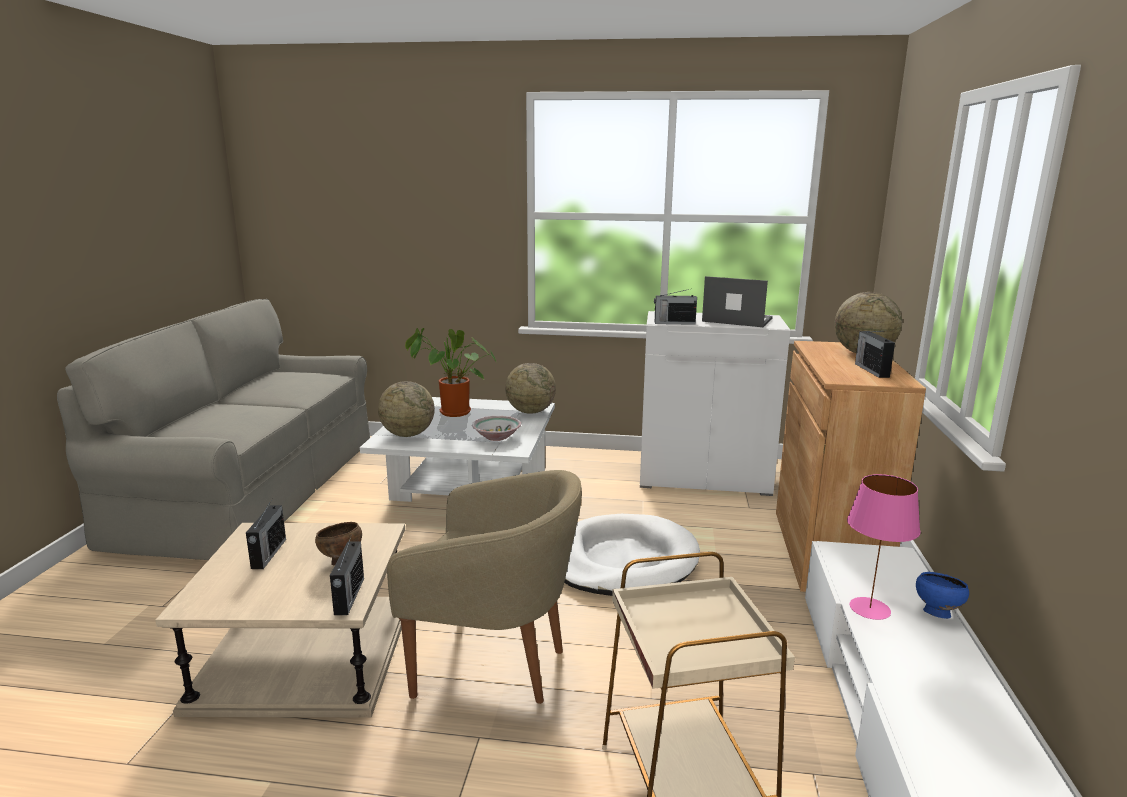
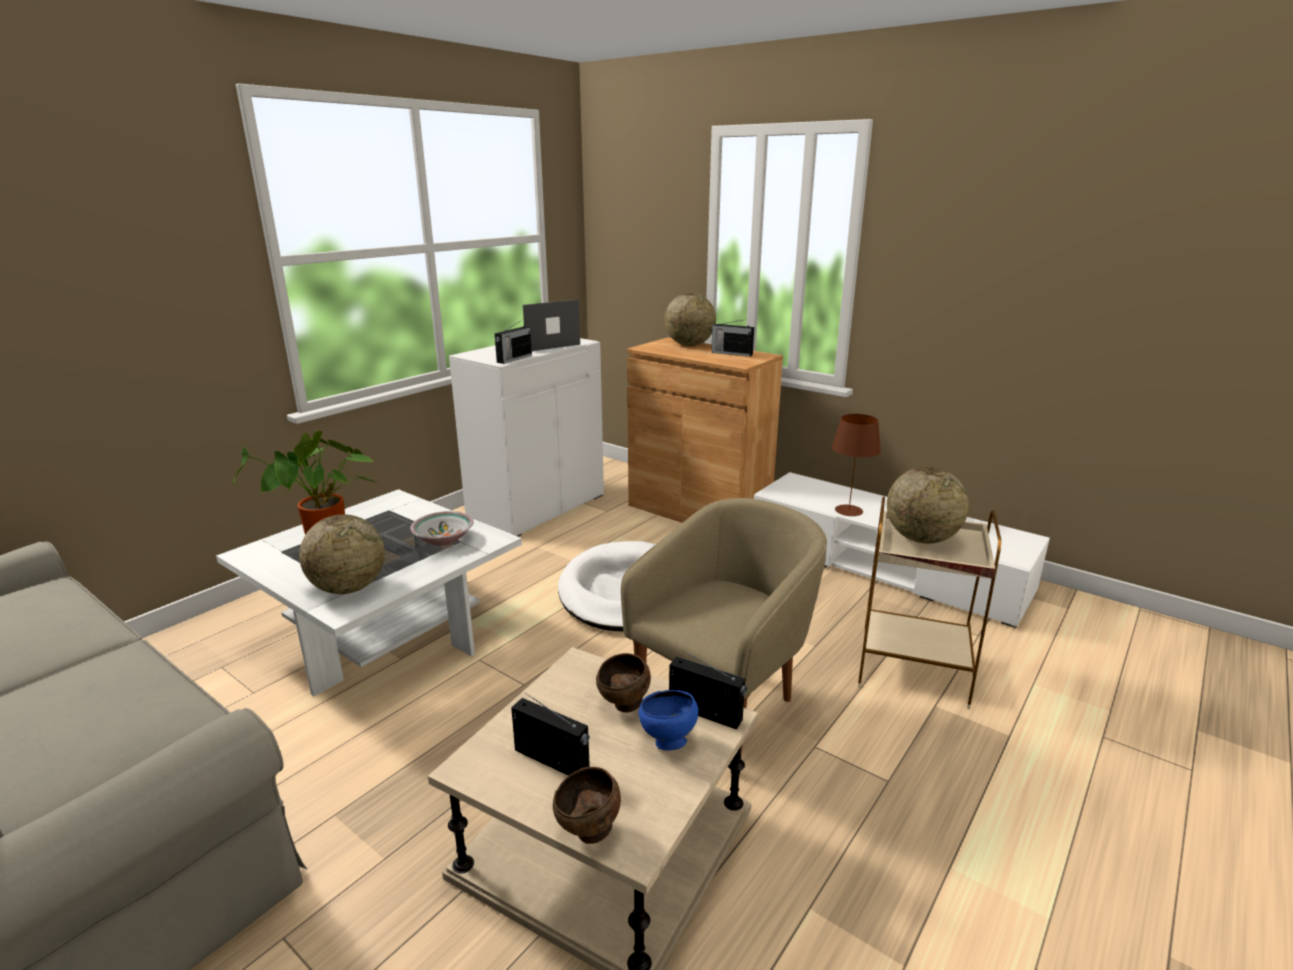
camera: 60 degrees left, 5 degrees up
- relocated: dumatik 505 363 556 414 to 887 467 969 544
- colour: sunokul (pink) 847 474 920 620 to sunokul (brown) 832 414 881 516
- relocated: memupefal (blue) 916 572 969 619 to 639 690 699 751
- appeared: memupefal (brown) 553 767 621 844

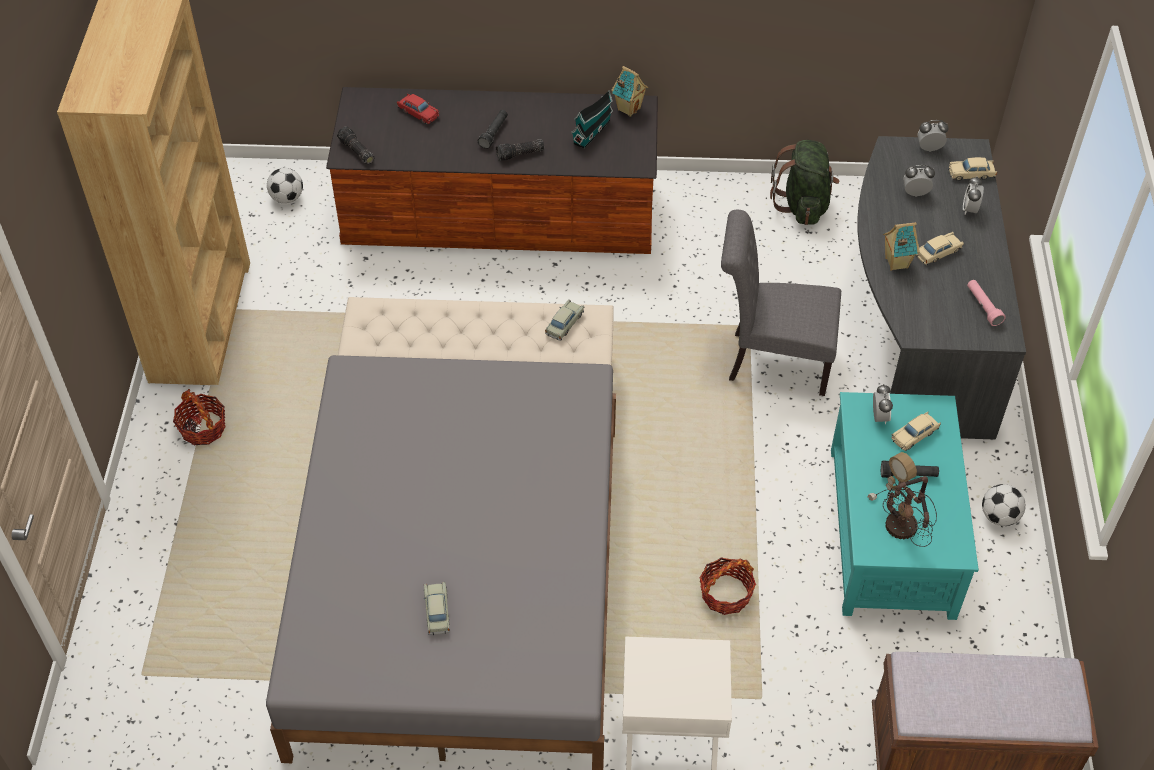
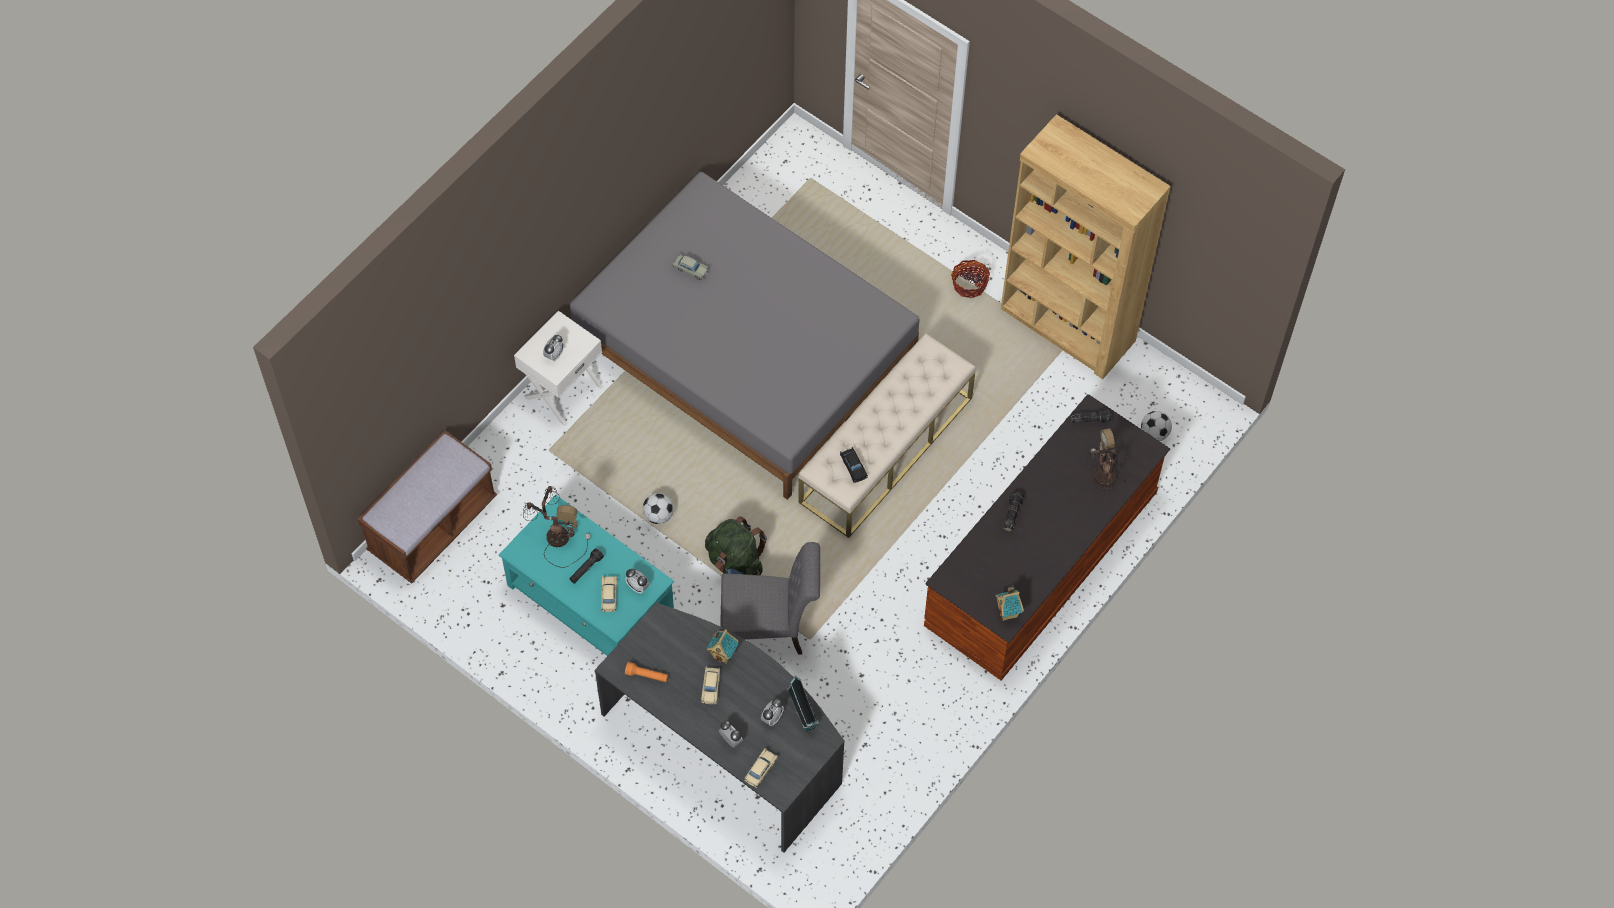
camera: 125 degrees right, 10 degrees up
- relocated: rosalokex 571 90 613 149 to 787 676 819 731
- exchanged: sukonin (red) 397 94 439 124 to sunokul 1085 428 1135 496
- missing: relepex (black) 478 110 508 149
- relocated: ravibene 918 120 949 151 to 543 335 564 361
- relocated: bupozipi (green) 770 140 840 225 to 705 516 767 575
- spun: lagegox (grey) 721 210 841 396 = 720 542 820 655 45 degrees clockwise
- colour: relepex (pink) 967 280 1006 326 to relepex (orange) 625 662 668 682
- colour: sukonin (beige) 545 299 584 341 to sukonin (black) 840 447 868 483
- relocated: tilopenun 982 484 1026 526 to 643 493 674 524
- missing: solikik 700 557 756 615

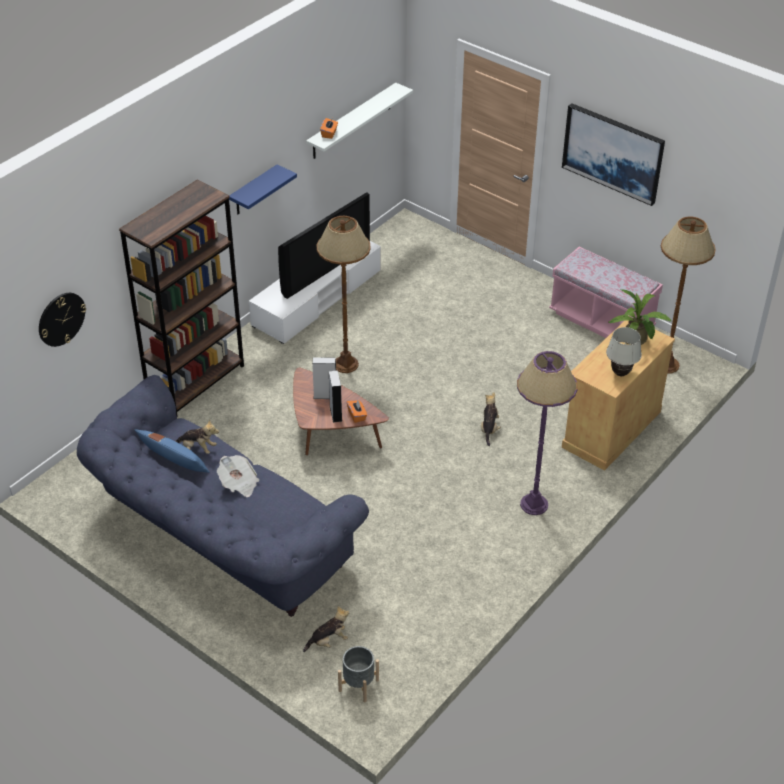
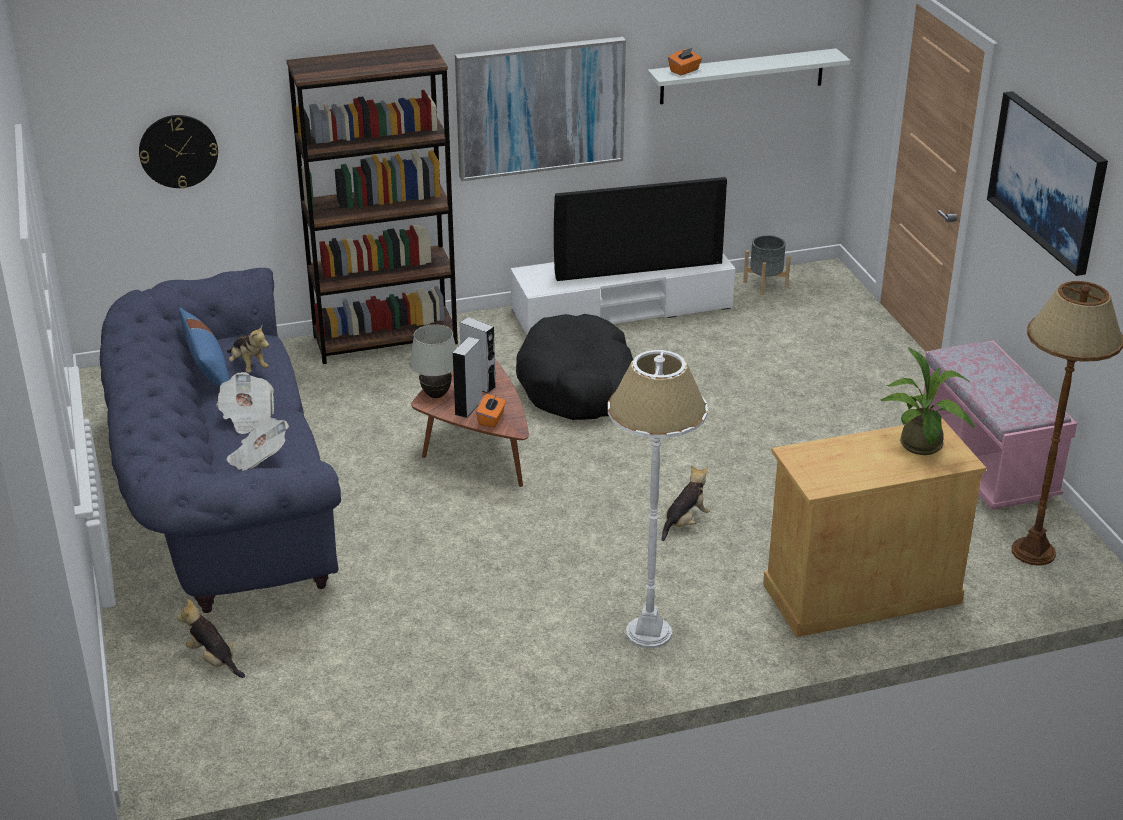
camera: 35 degrees right, 10 degrees down
- exchanged: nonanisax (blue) 229 164 297 214 to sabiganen 455 37 626 181
- exchanged: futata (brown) 317 216 371 373 to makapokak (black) 516 314 633 420
- relocated: sunokul (white) 606 327 642 376 to 410 324 457 398
- colour: futata (purple) 517 351 578 515 to futata (white) 608 350 708 648
- spun: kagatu 303 606 349 652 = 177 599 245 678 150 degrees counterclockwise
- relocated: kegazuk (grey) 338 646 379 702 to 743 235 791 295
- appeared: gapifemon 227 418 289 471

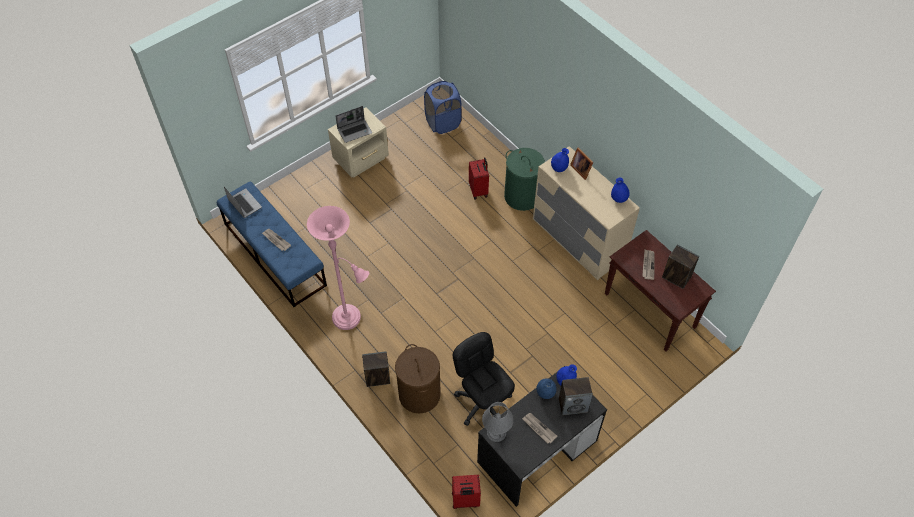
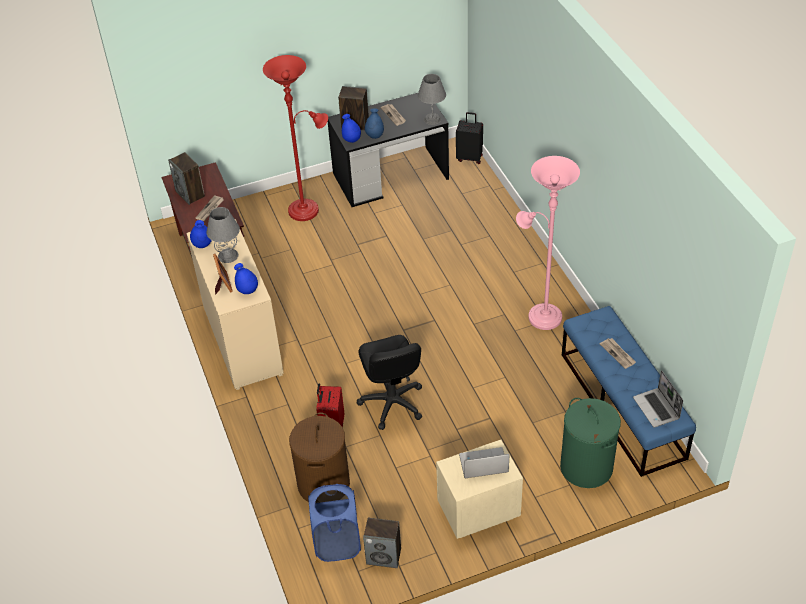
camera: 160 degrees left, 10 degrees down
- relocated: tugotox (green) 504 148 545 211 to 560 398 621 488
- relocated: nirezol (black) 453 332 515 426 to 357 335 422 430
- relocated: tugotox (brown) 395 344 441 414 to 289 412 350 502
- relocated: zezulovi 362 351 390 387 to 363 518 401 568
- colour: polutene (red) 452 475 481 509 to polutene (black) 456 112 483 164
- appeared: futata (red) 263 55 328 221
- appeared: sunokul (grey) 206 207 240 263

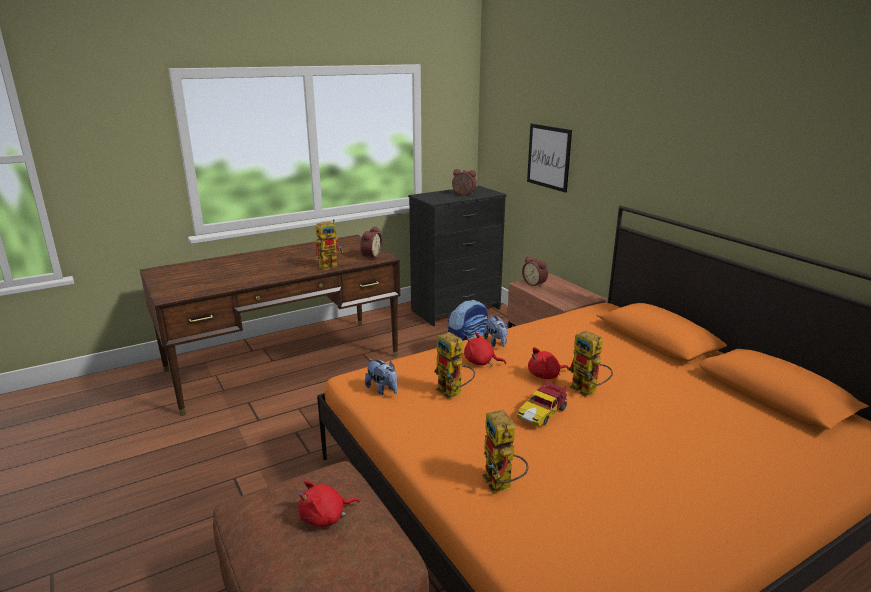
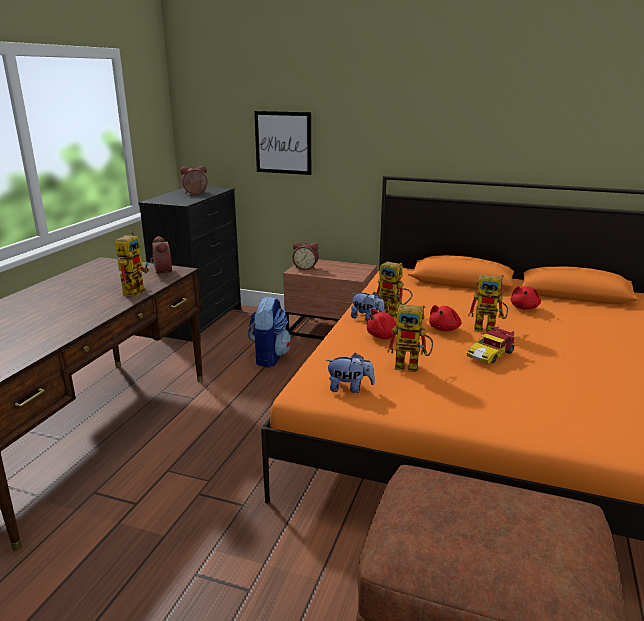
camera: 40 degrees left, 0 degrees up
- spun: sukonin 517 381 567 427 = 467 327 514 364 45 degrees clockwise
- relocated: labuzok 482 410 528 493 to 377 262 412 317
- relocated: kagatu (red) 298 480 360 527 to 511 286 541 310

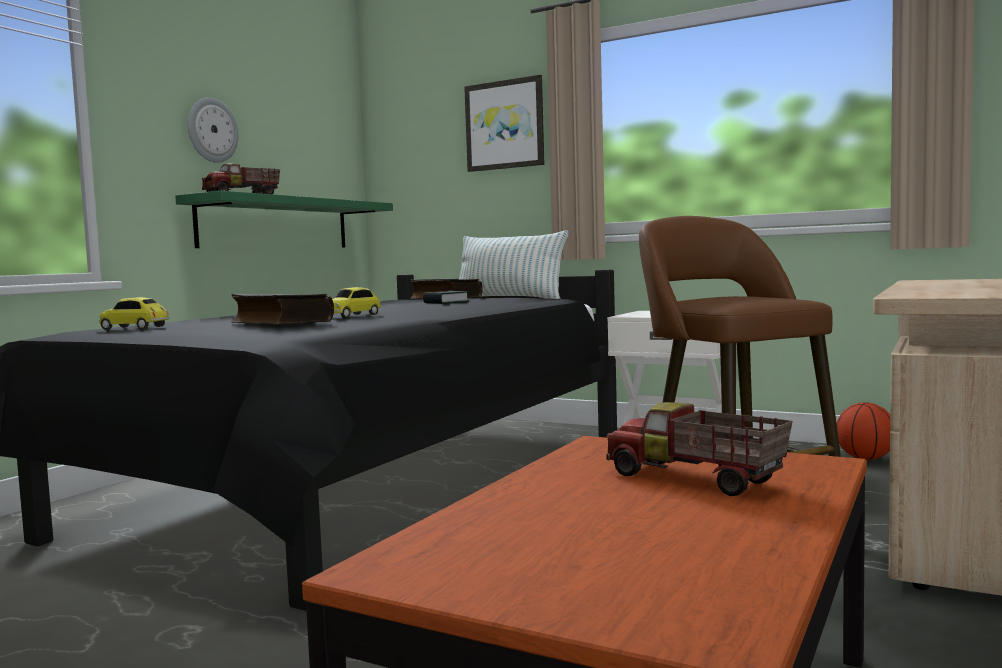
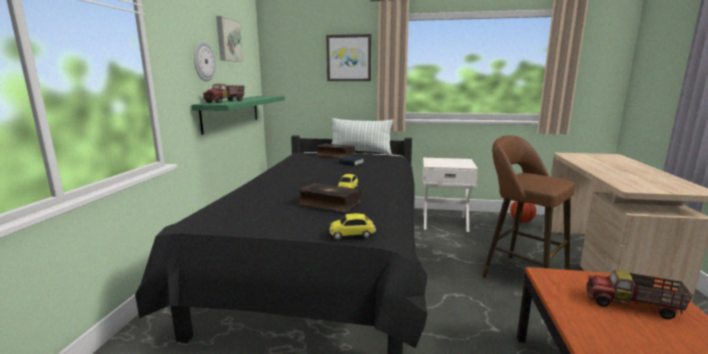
camera: 20 degrees left, 10 degrees up
- relocated: sukonin 99 297 170 330 to 330 213 376 240
- appeared: sabiganen 216 16 243 62

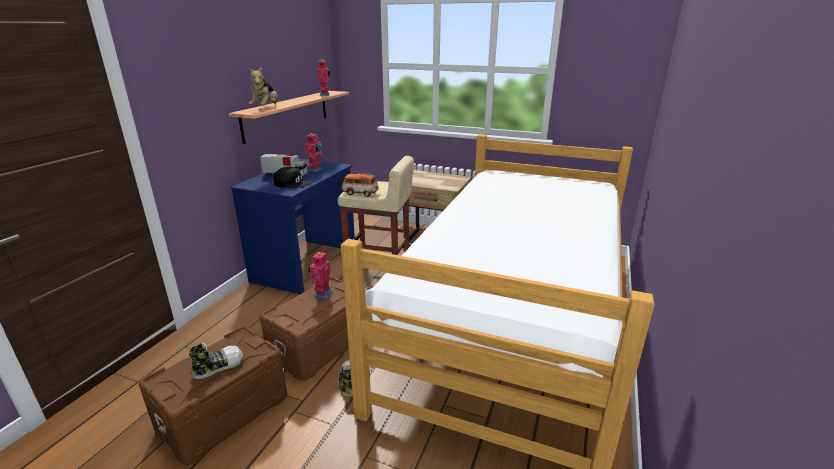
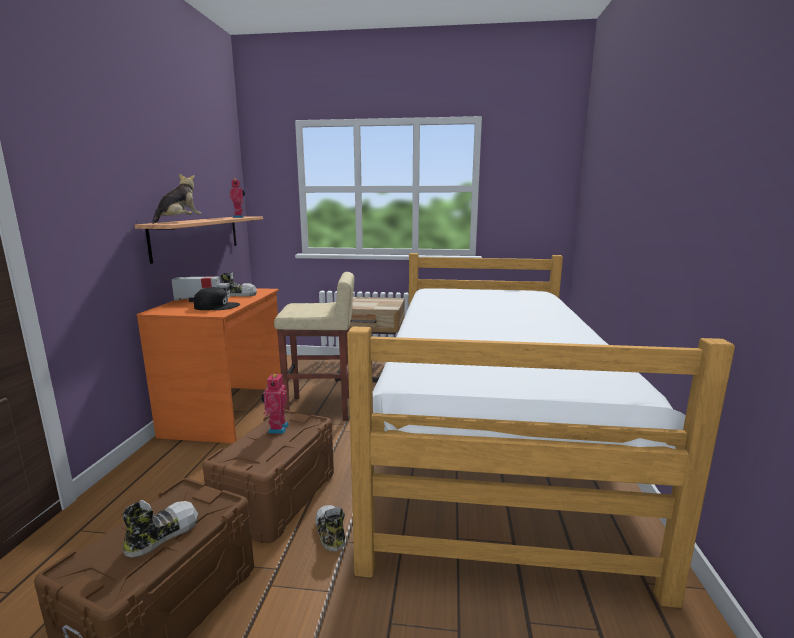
camera: 15 degrees left, 10 degrees down
- spun: kagatu 249 67 278 106 = 152 174 202 224 150 degrees counterclockwise
- exchanged: labuzok 305 133 323 172 to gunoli 220 272 257 297
- colour: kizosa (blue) 231 159 355 294 to kizosa (orange) 136 288 281 443
- missing: sukonin 342 173 379 197

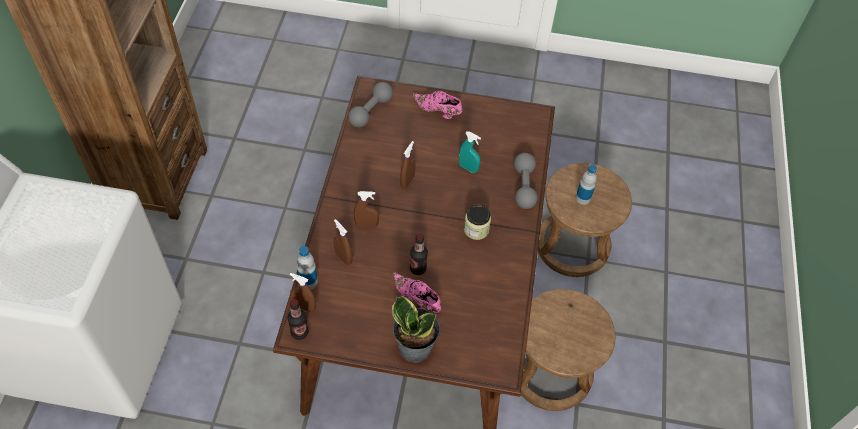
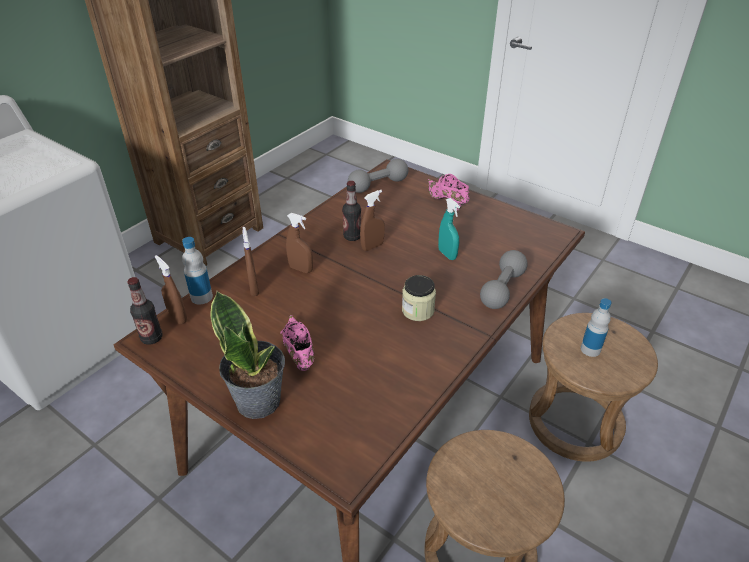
camera: 30 degrees right, 15 degrees down
- relocated: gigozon 410 234 428 275 to 342 181 361 241

